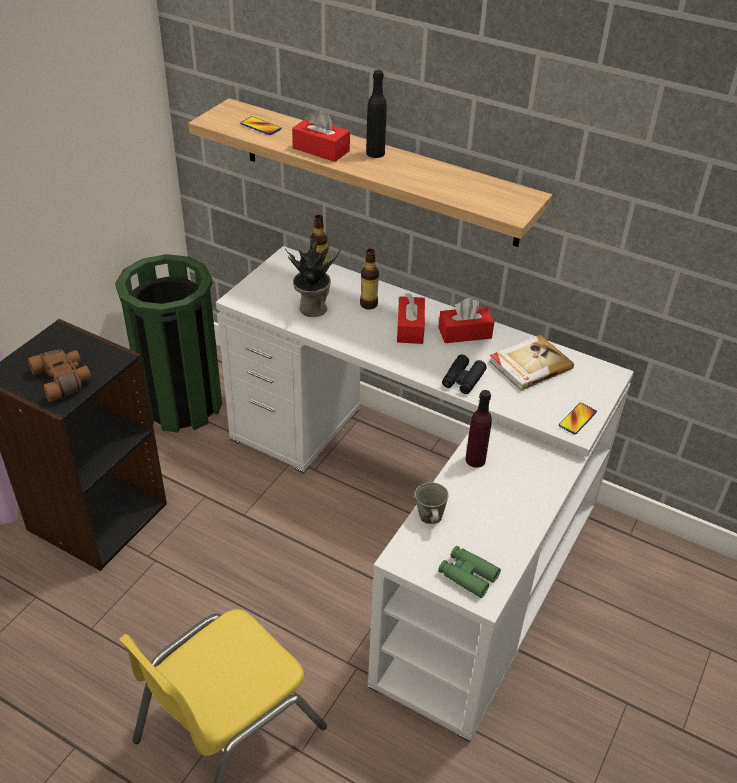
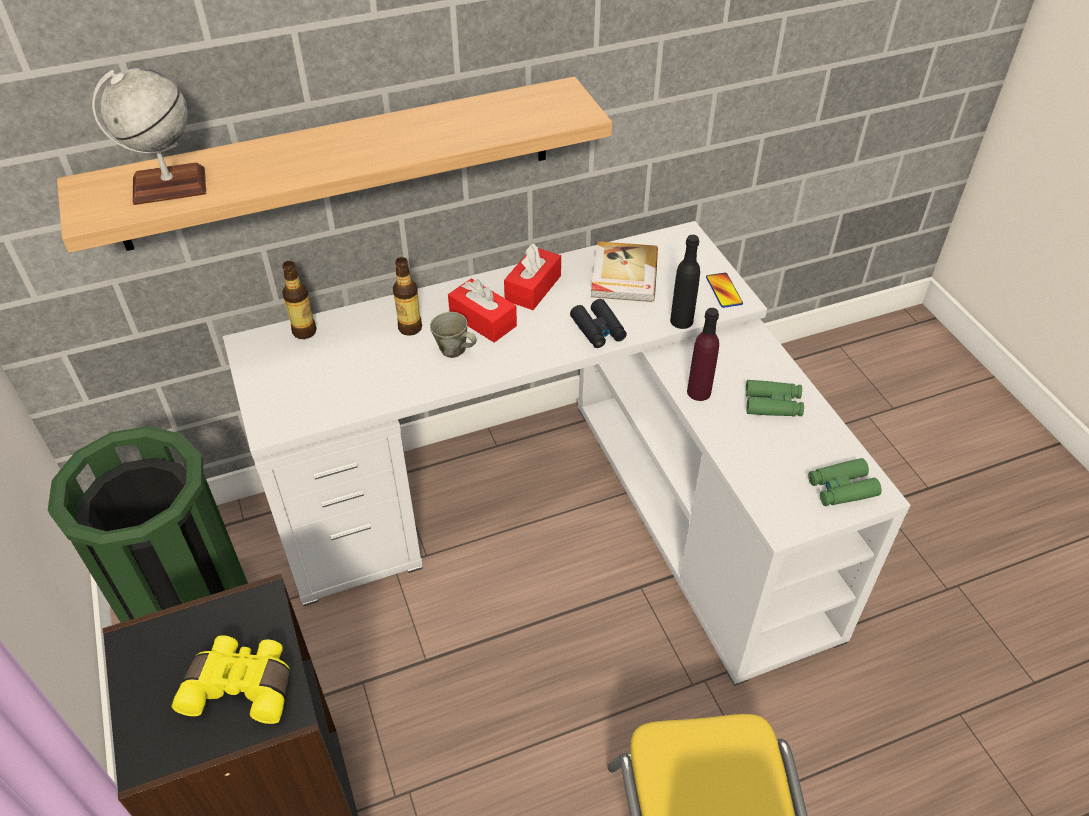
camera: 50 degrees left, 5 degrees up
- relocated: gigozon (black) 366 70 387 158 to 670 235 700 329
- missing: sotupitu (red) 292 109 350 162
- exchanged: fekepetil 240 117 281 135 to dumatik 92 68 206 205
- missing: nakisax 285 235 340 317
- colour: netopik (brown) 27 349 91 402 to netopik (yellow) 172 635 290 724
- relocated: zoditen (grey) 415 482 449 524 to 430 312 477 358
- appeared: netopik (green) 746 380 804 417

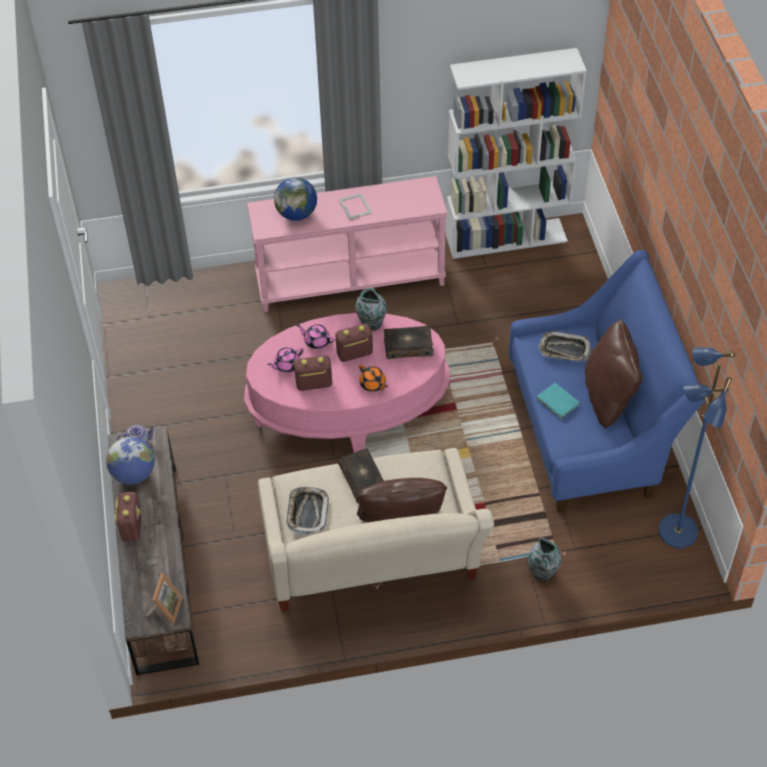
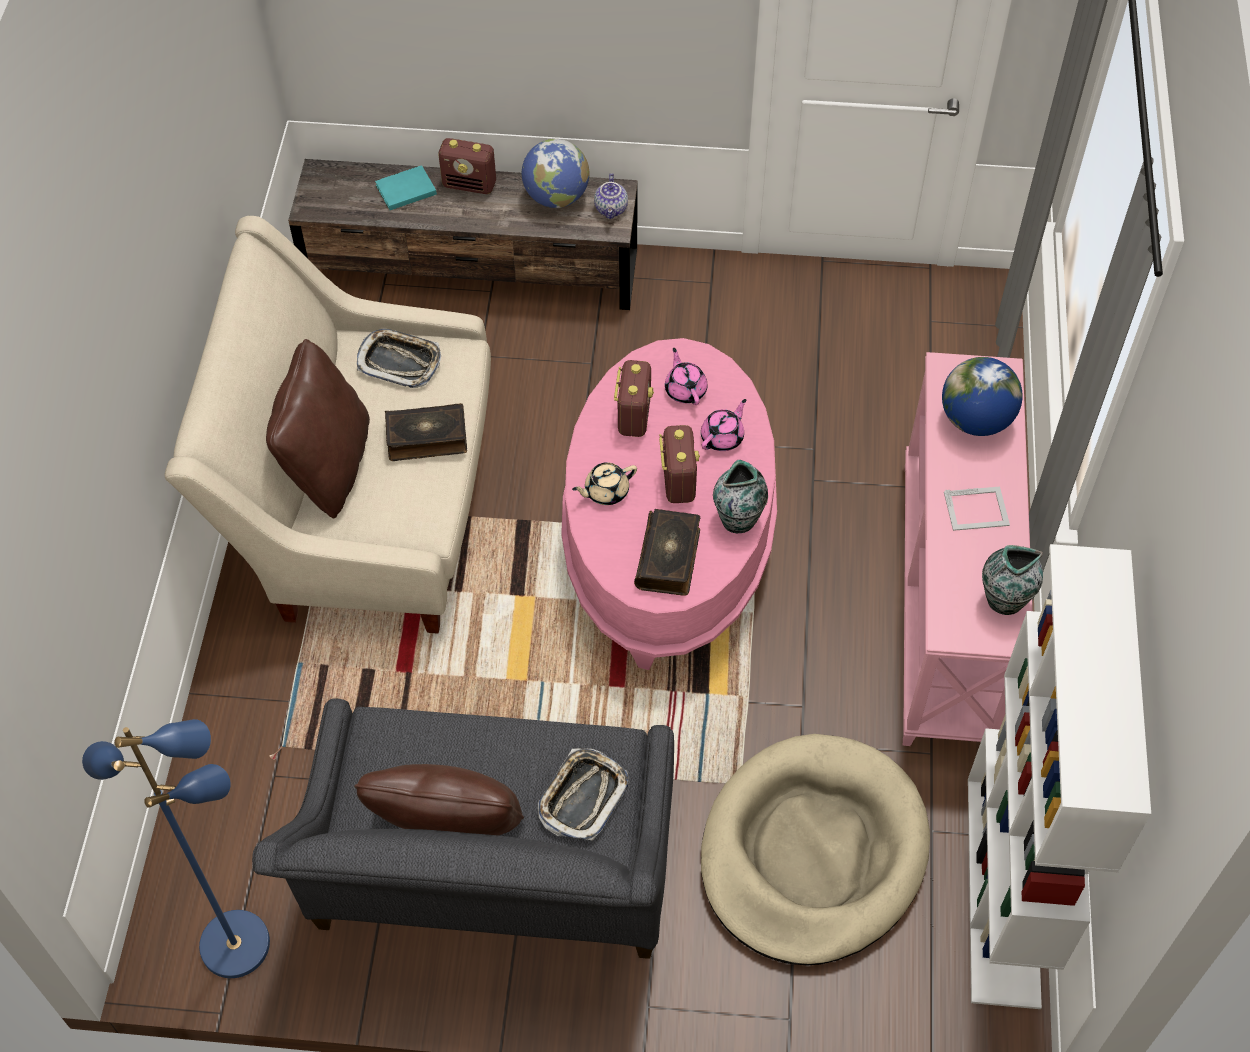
camera: 105 degrees right, 5 degrees up
- colour: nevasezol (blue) 509 250 705 513 to nevasezol (grey) 252 699 674 959
- colour: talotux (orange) 359 364 388 392 to talotux (beige) 572 462 637 505
- relocated: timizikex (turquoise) 537 383 580 419 to 375 165 437 210
- relocated: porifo 528 537 562 581 to 982 545 1043 615
- missing: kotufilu 146 573 183 623
- appeared: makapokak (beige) 701 734 930 966

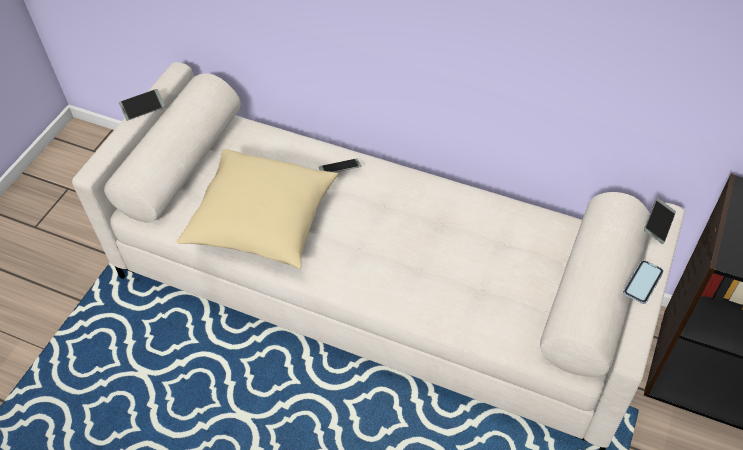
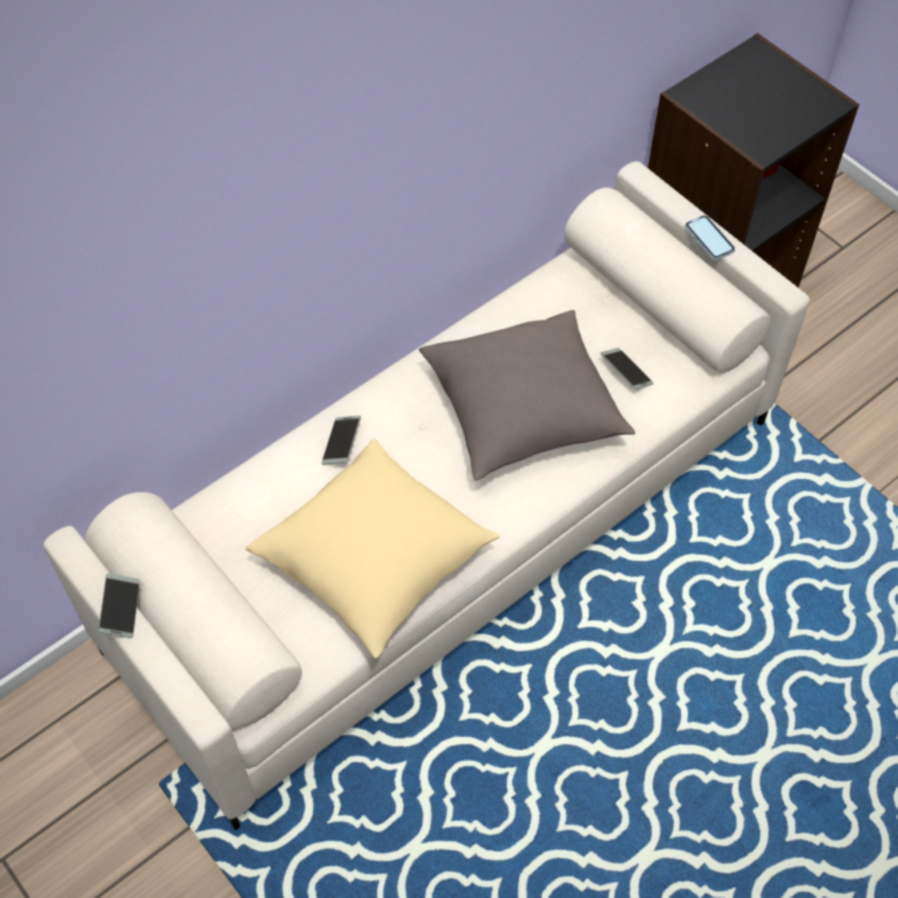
camera: 65 degrees left, 5 degrees up
- relocated: fekepetil 644 198 676 244 to 600 348 653 389
- appeared: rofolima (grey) 419 310 635 480

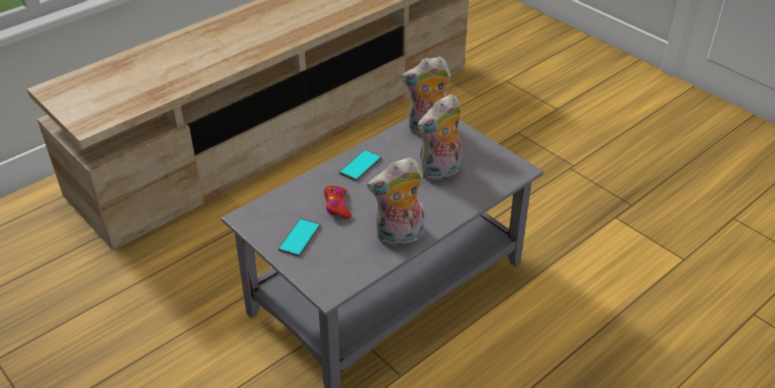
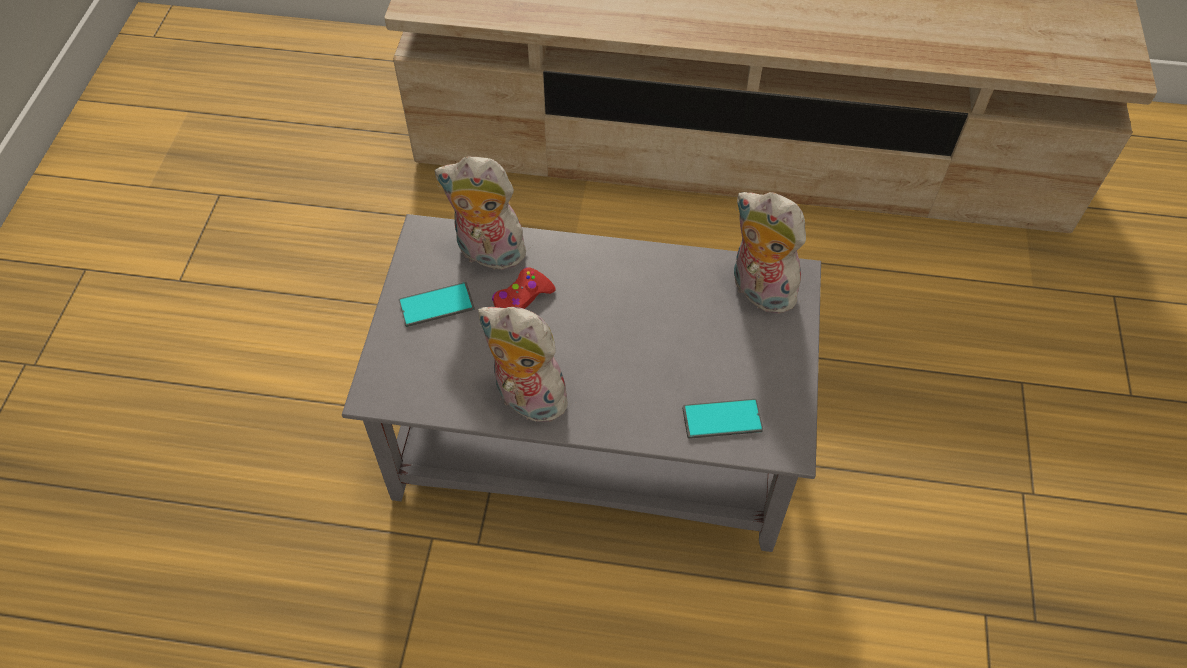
camera: 50 degrees right, 15 degrees up
- relocated: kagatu 418 94 462 181 to 435 156 529 274
- relocated: fekepetil 339 150 382 181 to 682 399 763 439

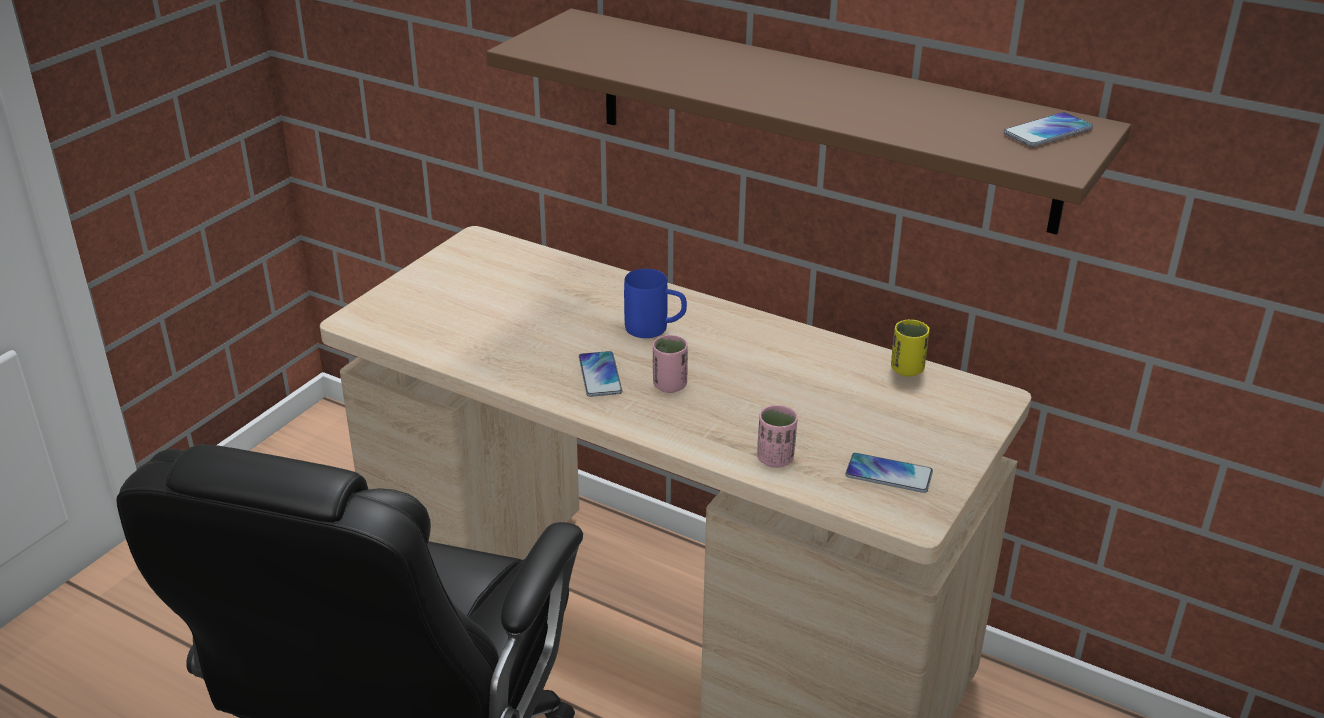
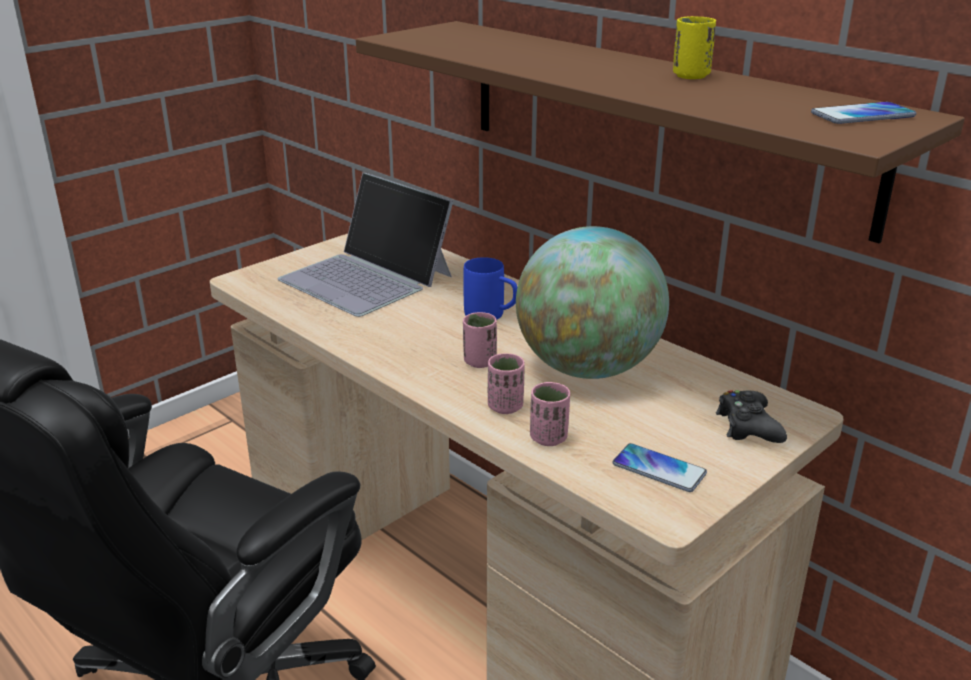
camera: 15 degrees right, 5 degrees down
- relocated: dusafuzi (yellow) 891 320 929 376 to 673 16 717 79
- missing: fekepetil 579 351 622 397
- appeared: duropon 278 172 453 317
- appeared: dumatik 516 226 669 379
- appeared: dusafuzi (pink) 488 353 525 414
- appeared: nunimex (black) 716 390 787 443

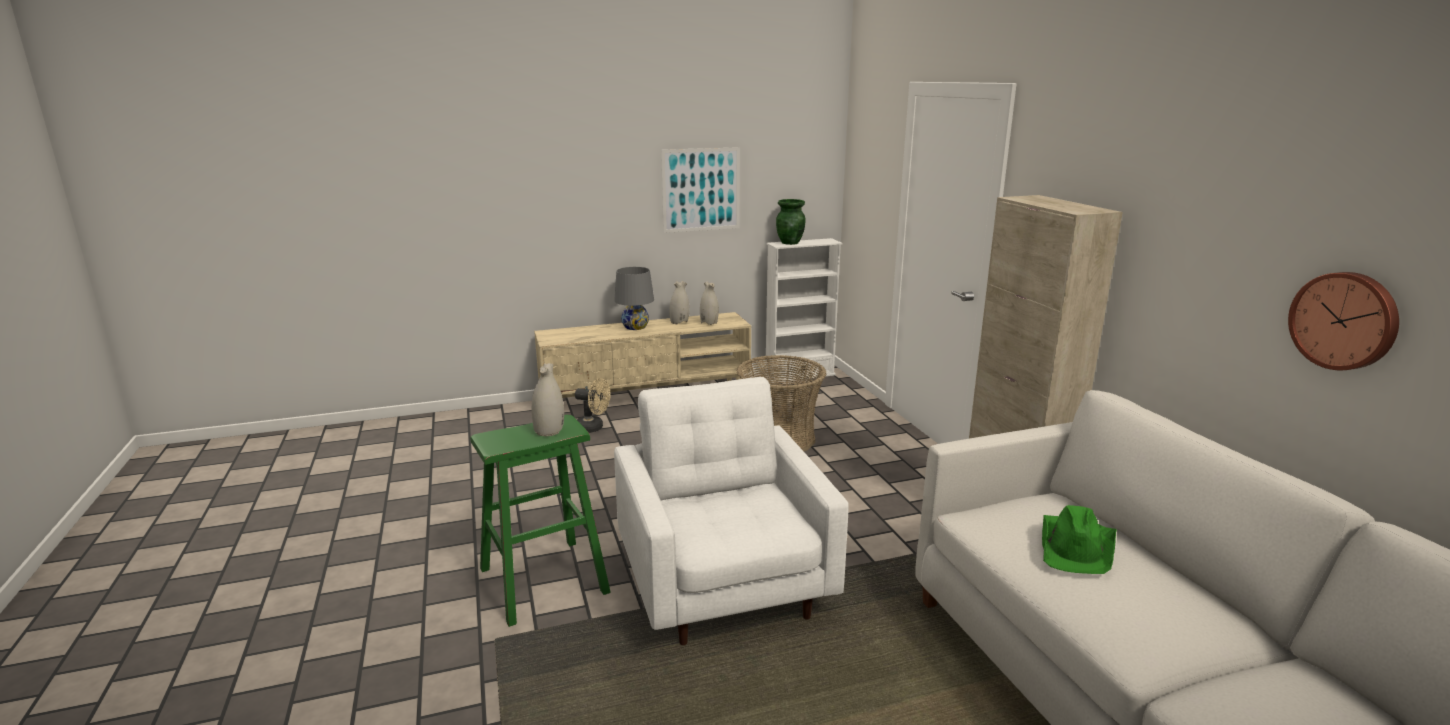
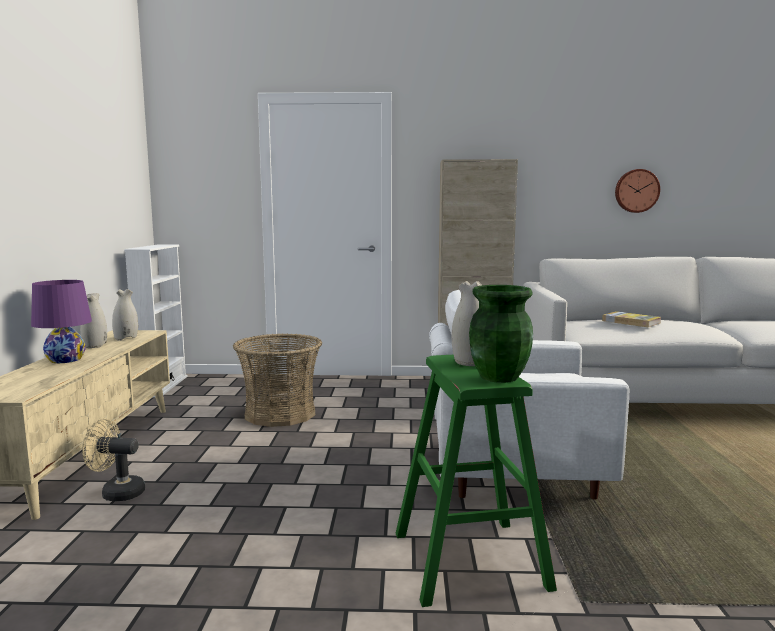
camera: 70 degrees left, 10 degrees down
- missing: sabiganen 661 147 740 233
- relocated: porifo (green) 776 199 806 245 to 469 285 533 383
- colour: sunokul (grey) 614 267 654 330 to sunokul (purple) 31 280 92 363
- spun: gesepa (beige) 575 378 611 433 = 82 419 145 501 120 degrees counterclockwise
- exchanged: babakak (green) 1042 505 1117 574 to timizikex 602 311 661 327

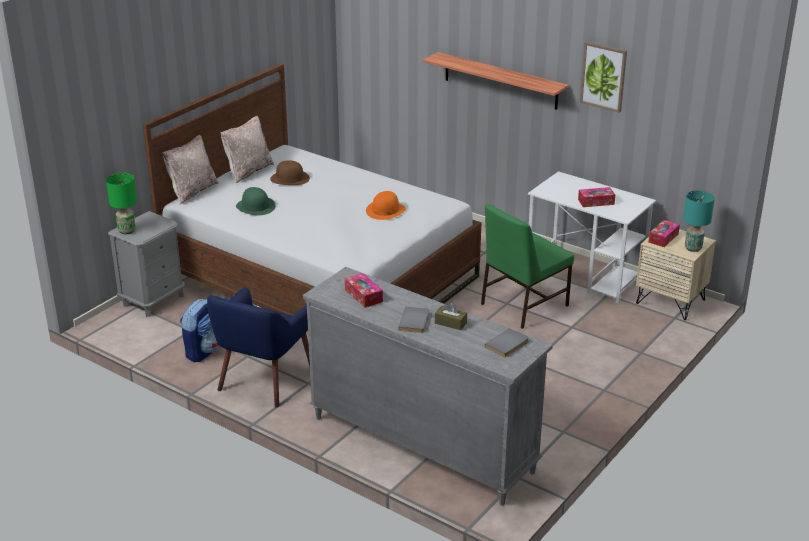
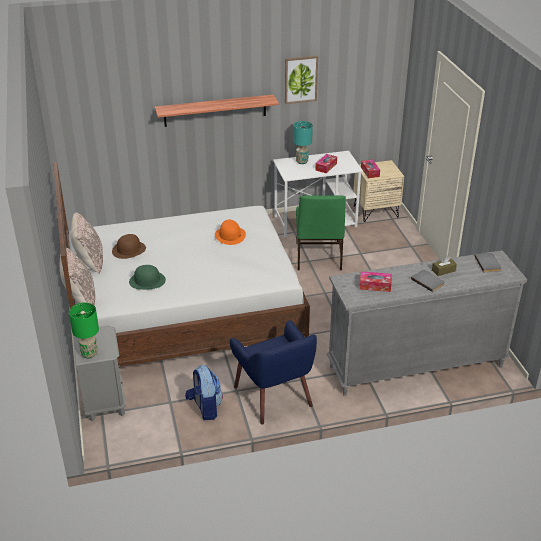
camera: 50 degrees left, 5 degrees up
- relocated: sunokul (turquoise) 683 190 715 252 to 293 121 313 164

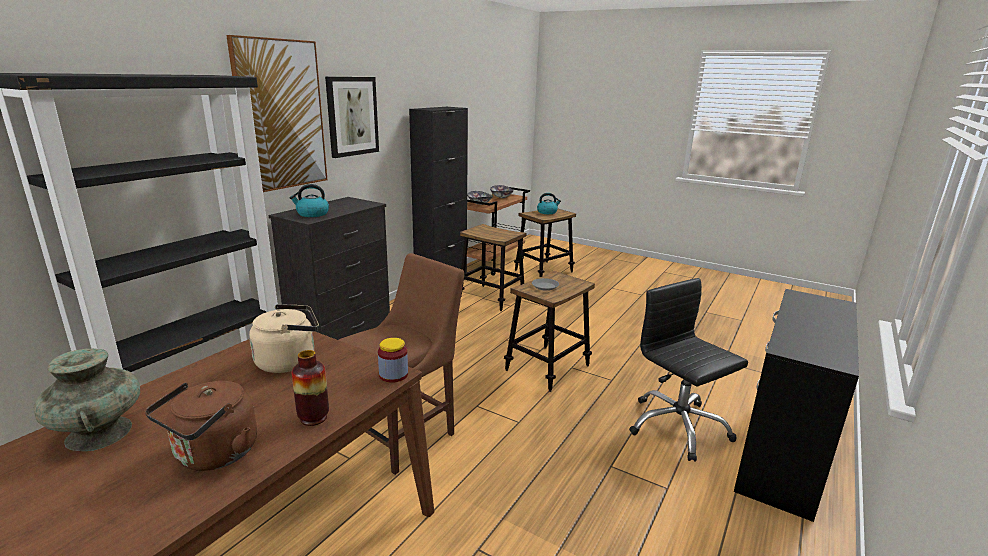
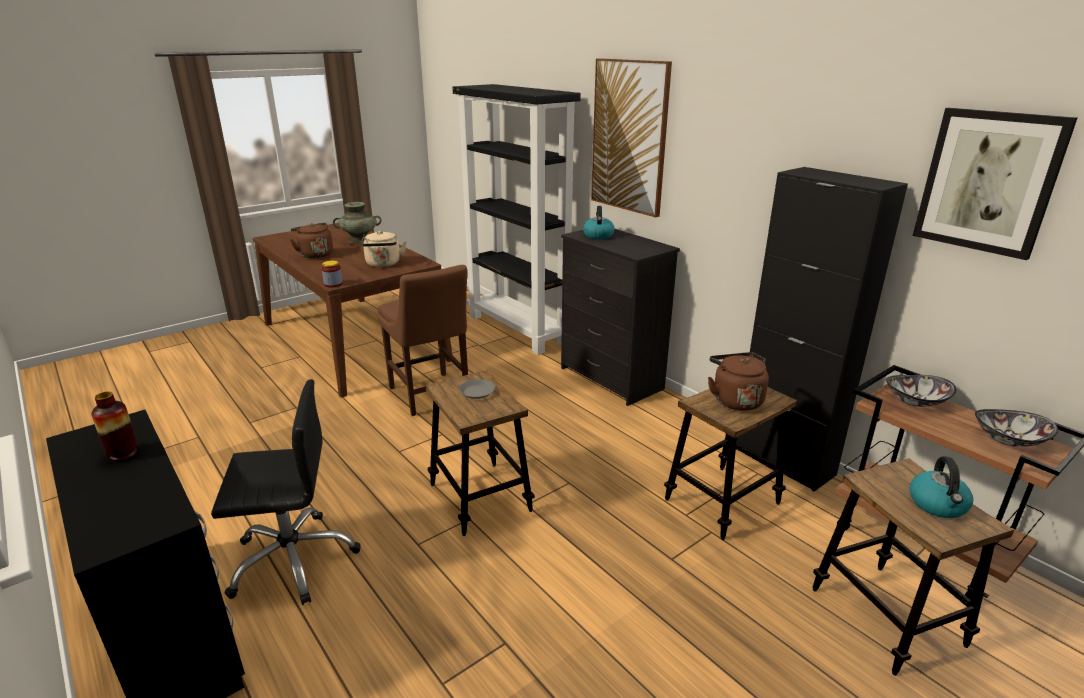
camera: 110 degrees right, 5 degrees up
- relocated: sabiganen 325 77 379 158 to 913 108 1078 260
- relocated: porifo 292 350 329 426 to 91 391 138 461
- appeared: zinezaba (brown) 708 352 769 411

